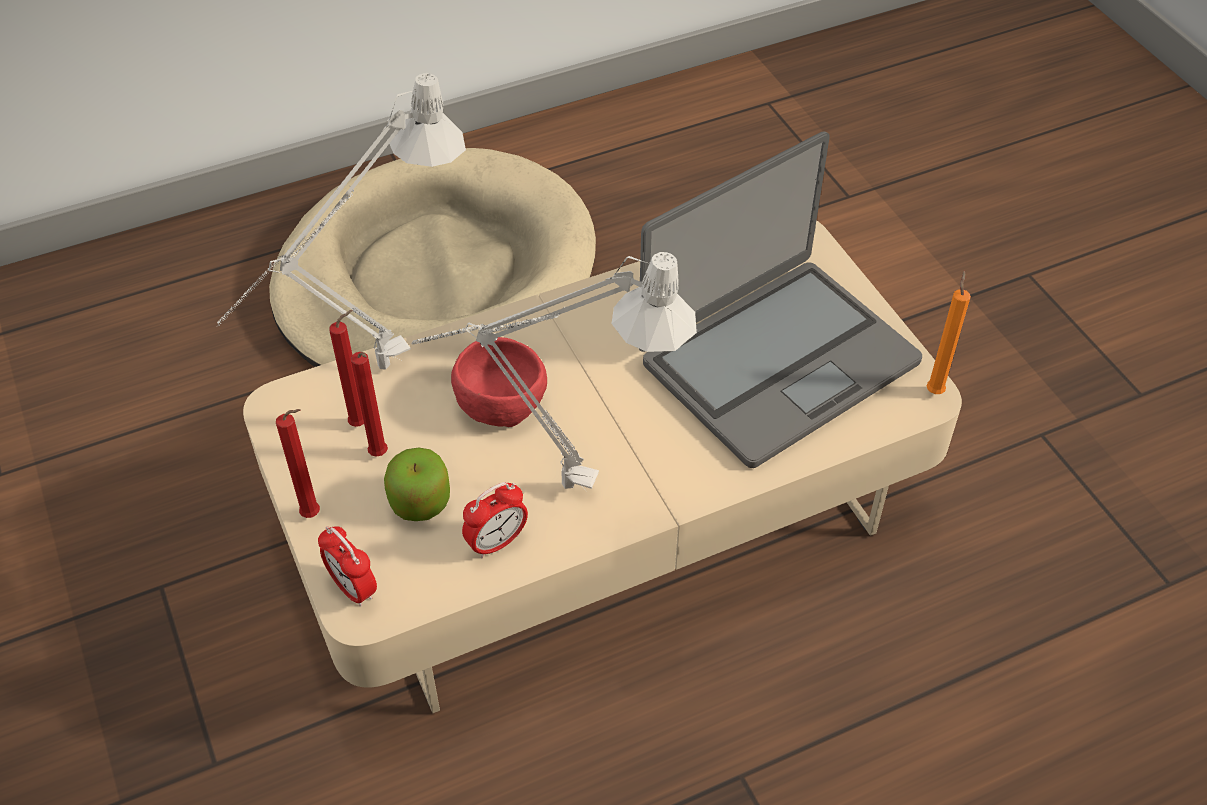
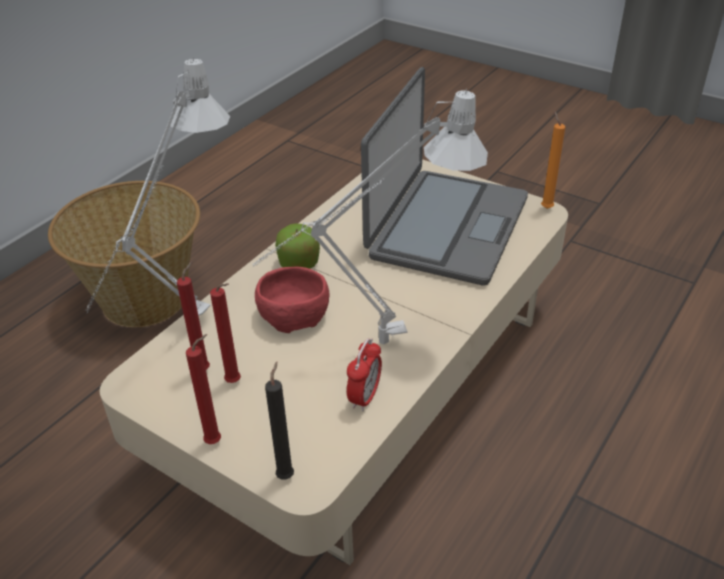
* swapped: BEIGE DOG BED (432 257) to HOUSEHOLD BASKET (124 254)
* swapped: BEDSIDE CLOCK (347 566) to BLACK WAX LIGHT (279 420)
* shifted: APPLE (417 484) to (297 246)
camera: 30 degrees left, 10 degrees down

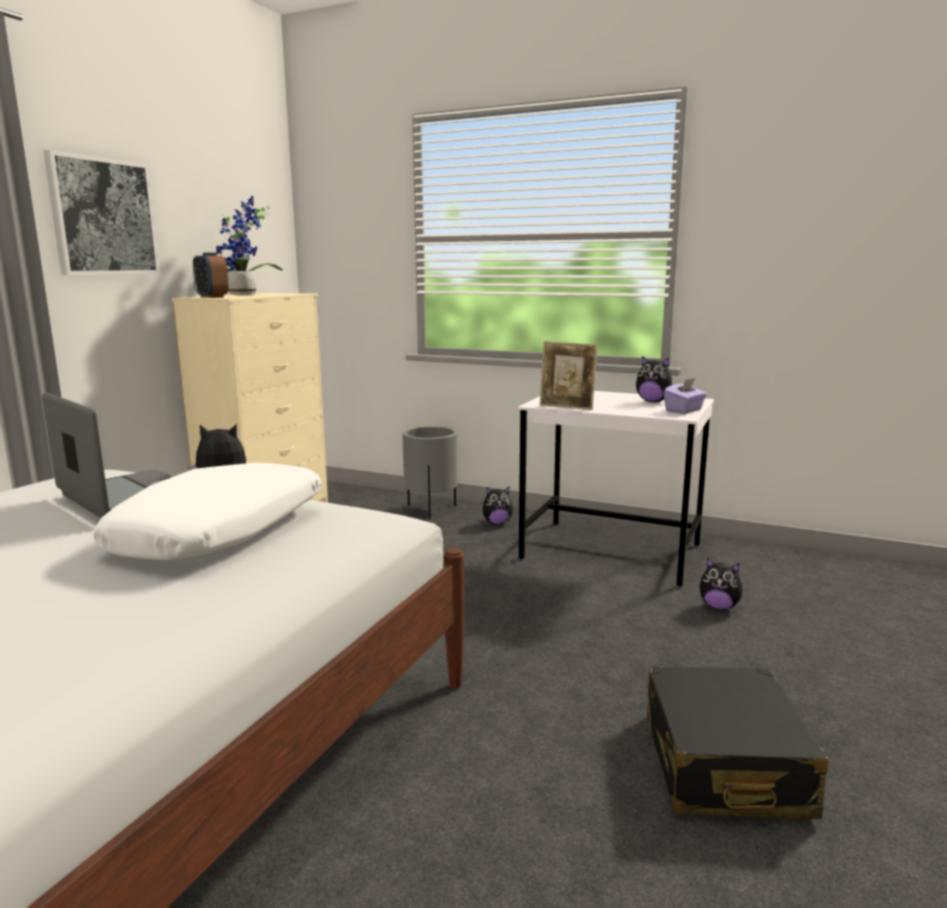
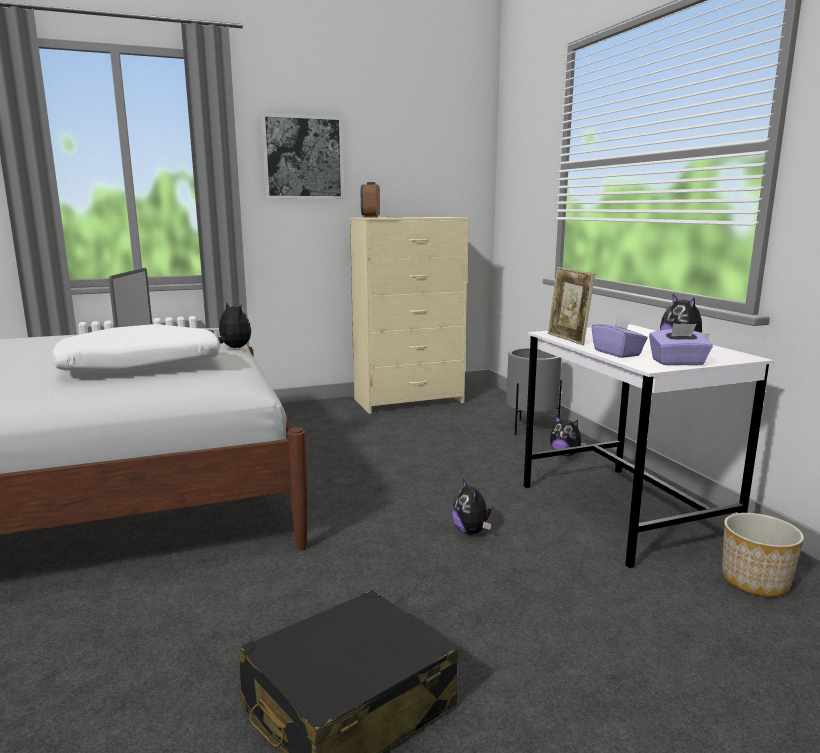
* gone: POTTED PLANT (249 245)
* shifted: SOFT TOY (723 584) to (471 507)
* new: PURPLE TISSUE HOLDER (620 336)
* new: FLOWER POT (763 555)
camera: 45 degrees right, 0 degrees up

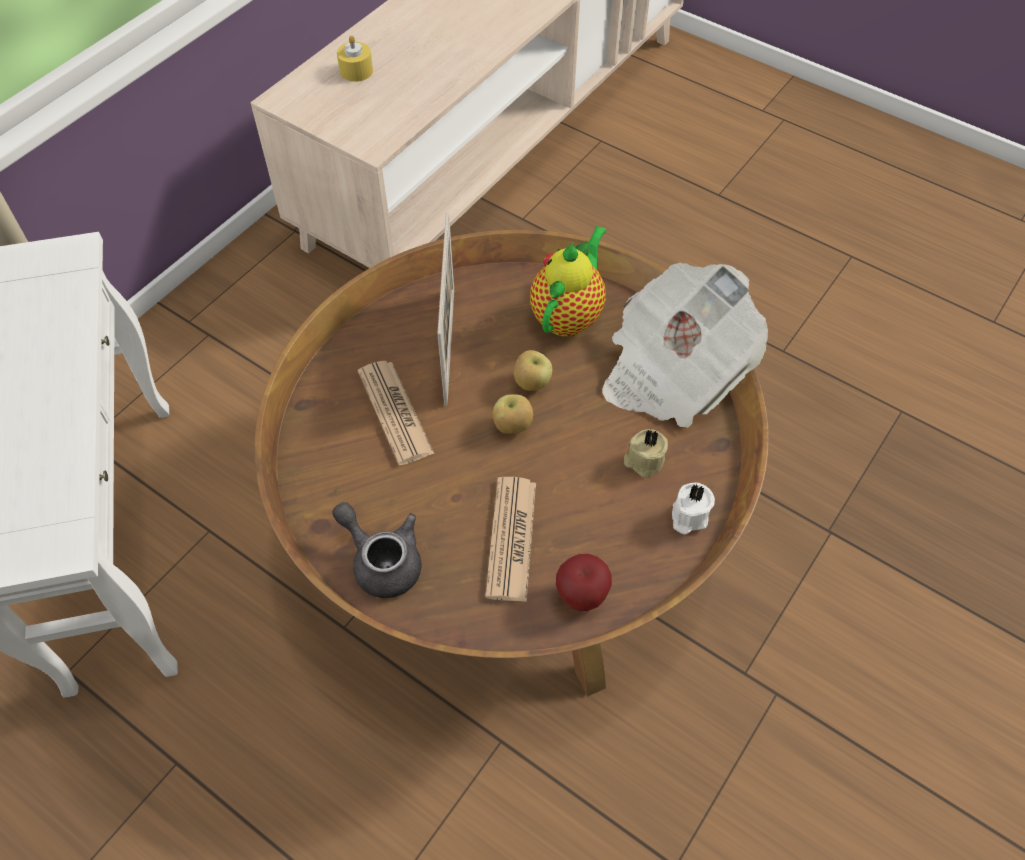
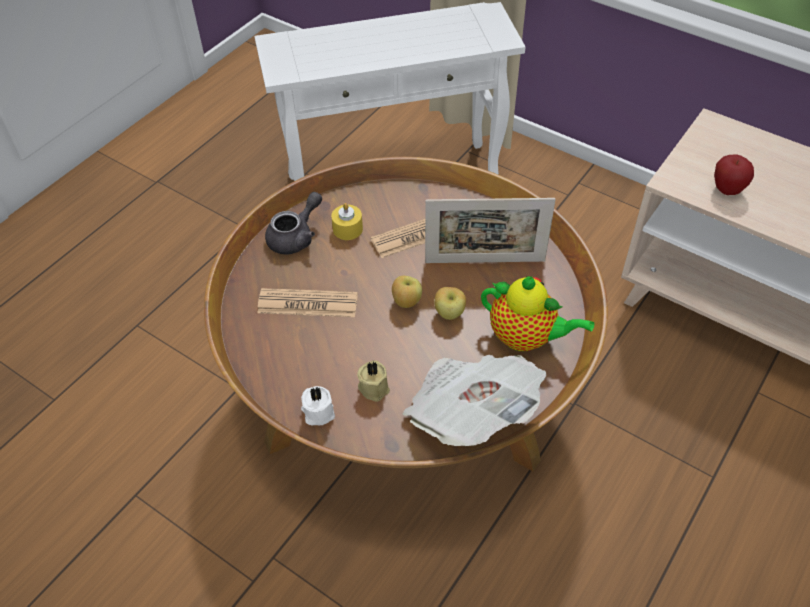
* shifted: YELLOWISH WAX LIGHT (355 58) to (347 221)
* shifted: APPLE (584 582) to (734 175)
camera: 90 degrees right, 5 degrees down

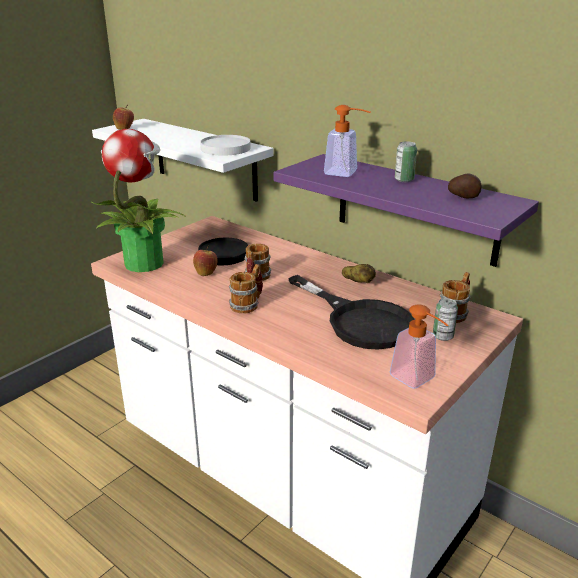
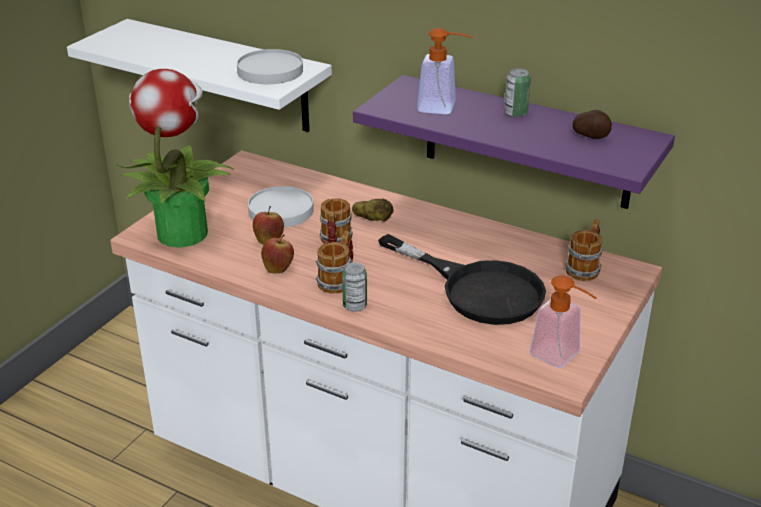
* shifted: APPLE (123 117) to (277 253)
* repainted: BLACK PLATE (223 251) to WHITE PLATE (281 206)
* shifted: SPUD (359 273) to (372 210)
* shifted: METAL CAN (445 319) to (354 287)
camera: 10 degrees left, 5 degrees up

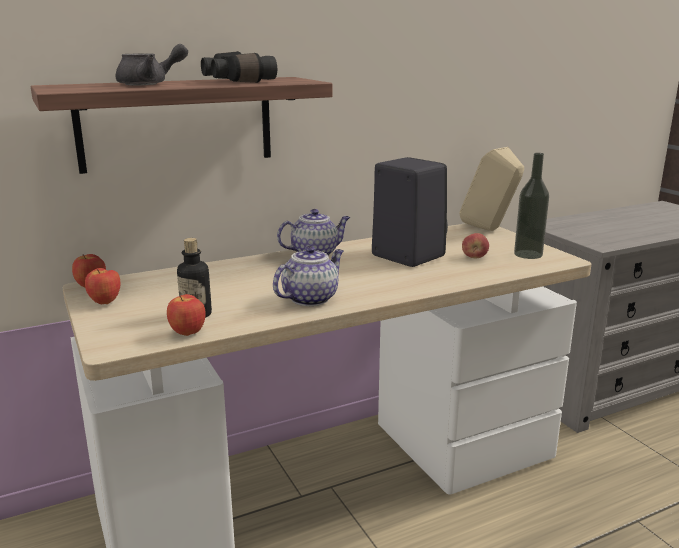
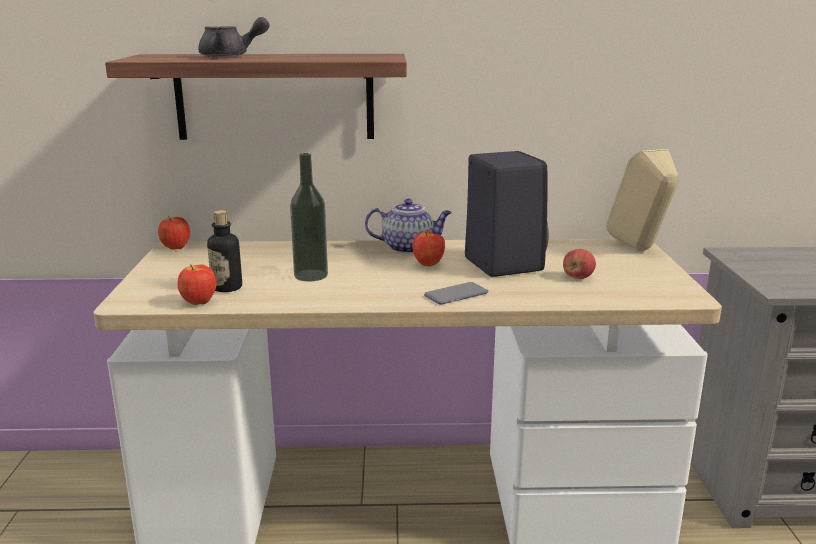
* shifted: APPLE (103 286) to (429 249)
* gone: BLACK BINOCULARS (239 67)
* gone: TEAPOT (308 276)
* shifted: BOTTLE (531 206) to (309 217)
* new: HANDSET (456 293)
camera: 25 degrees right, 0 degrees up

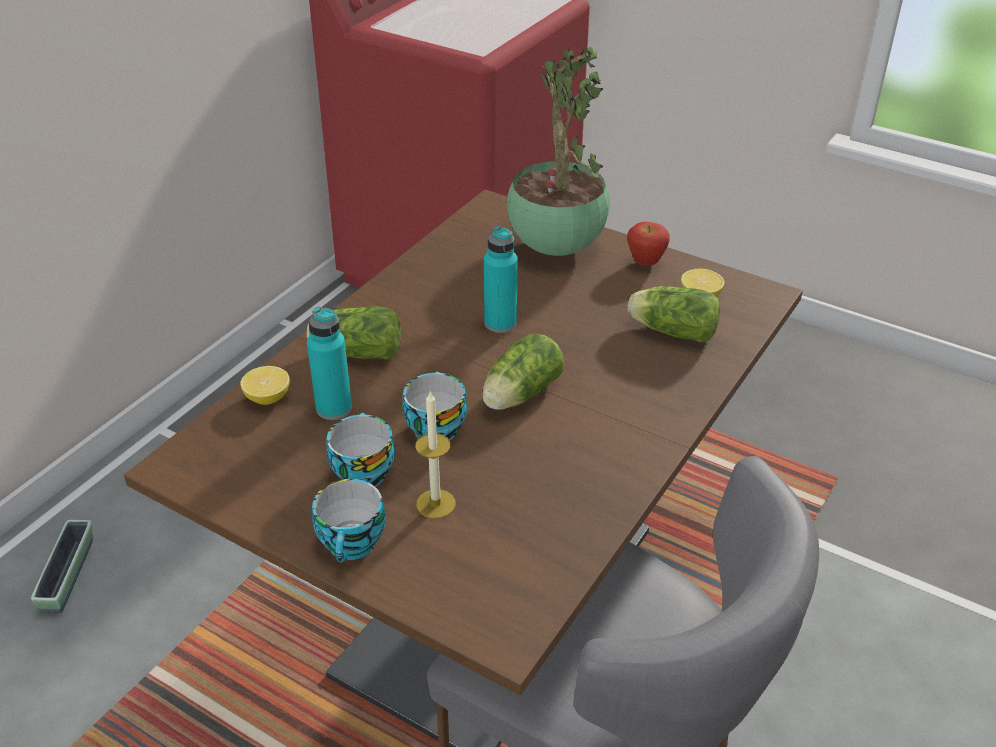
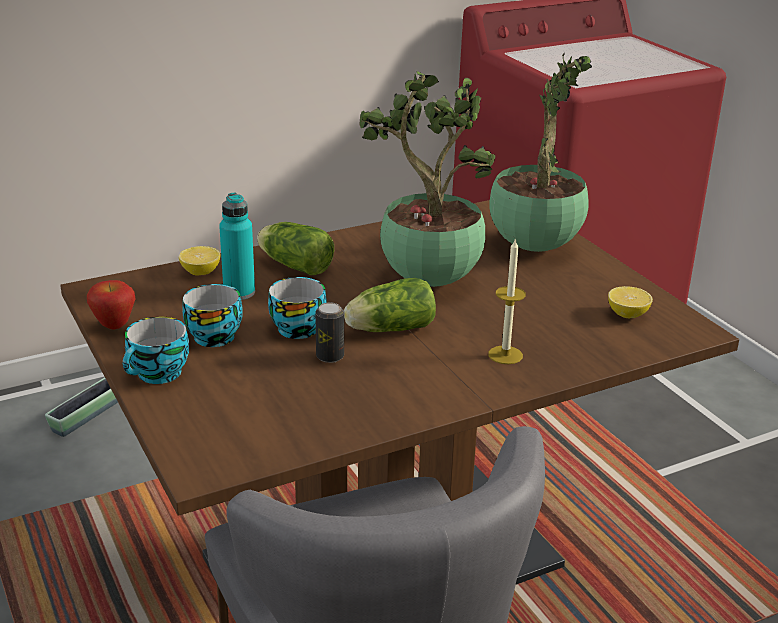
* shifted: WAX LIGHT (435 455) to (507 301)
* swapped: BLUE-GREEN BOTTLE (501 279) to POTTED PLANT (428 179)
* shifted: APPLE (648 244) to (111 304)
* gone: LETTUCE HEAD (674 314)
* new: METAL CAN (329 332)
camera: 30 degrees right, 10 degrees down

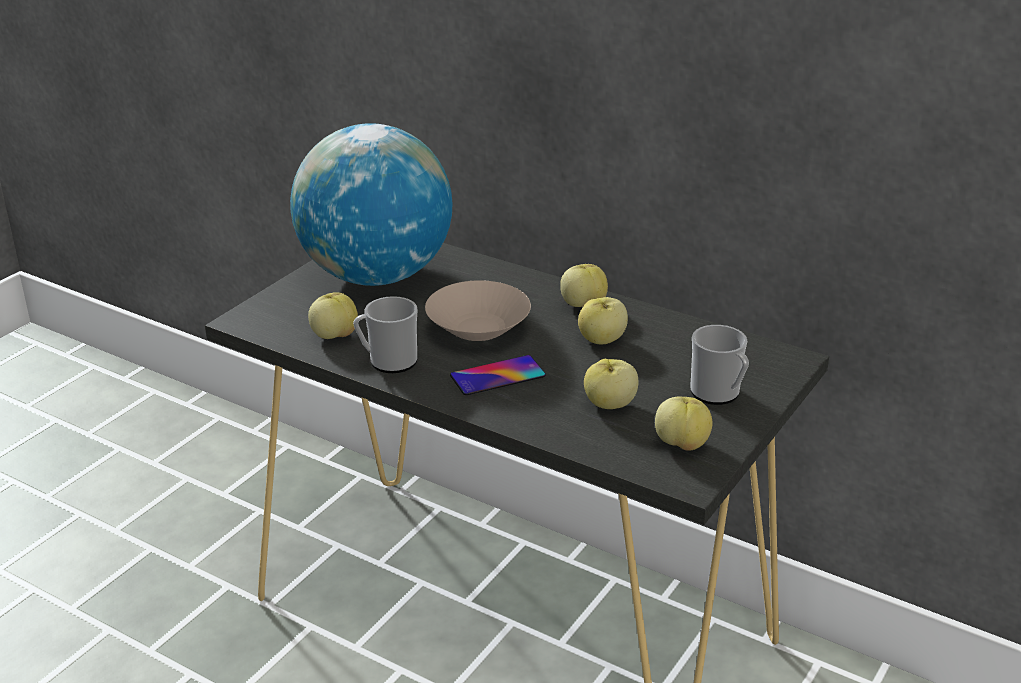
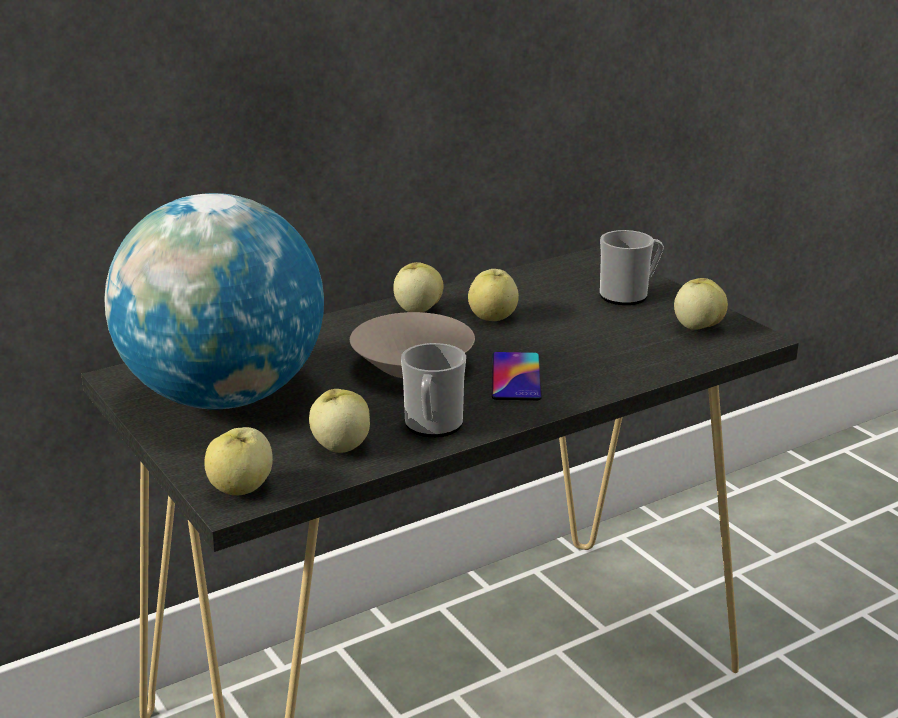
* shifted: APPLE (611 384) to (238 461)
camera: 65 degrees left, 5 degrees down

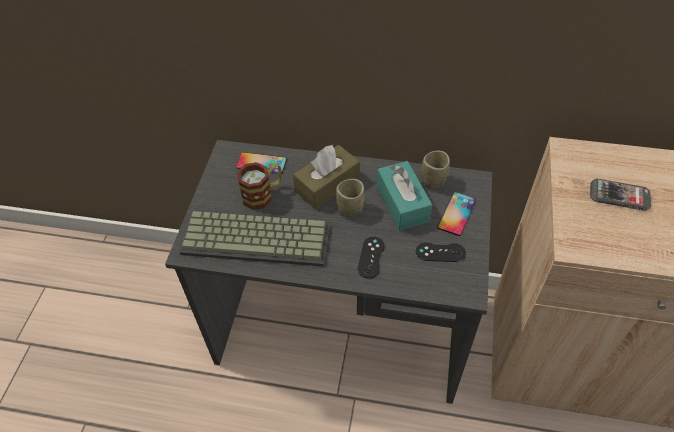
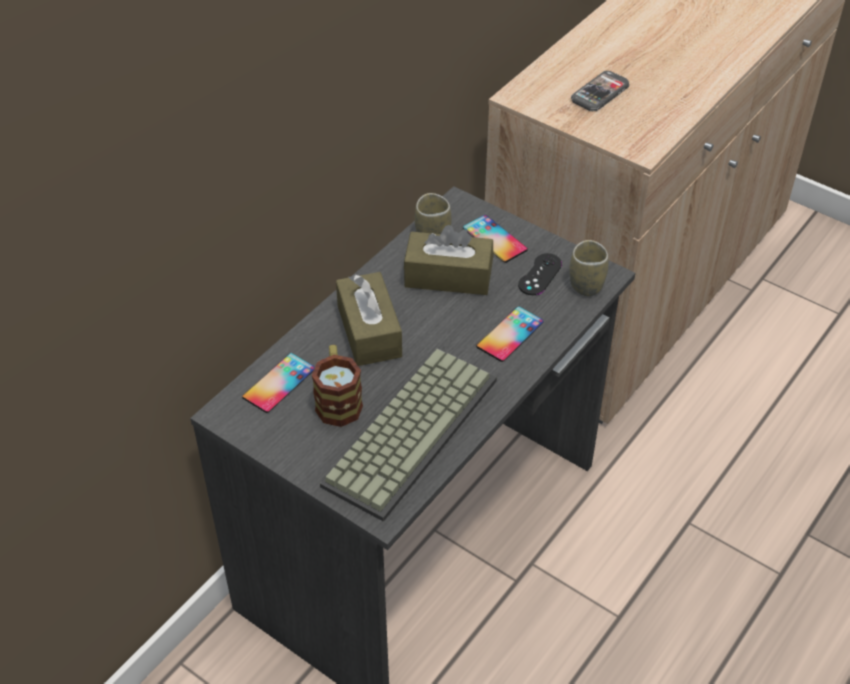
* shifted: CUP (350 198) to (589 268)
* swapped: BLACK JOYPAD (371 258) to HANDSET (510 334)
* repainted: BLUE-GREEN TISSUE HOLDER (404 196) to BROWN TISSUE HOLDER (448 260)
camera: 65 degrees left, 5 degrees down

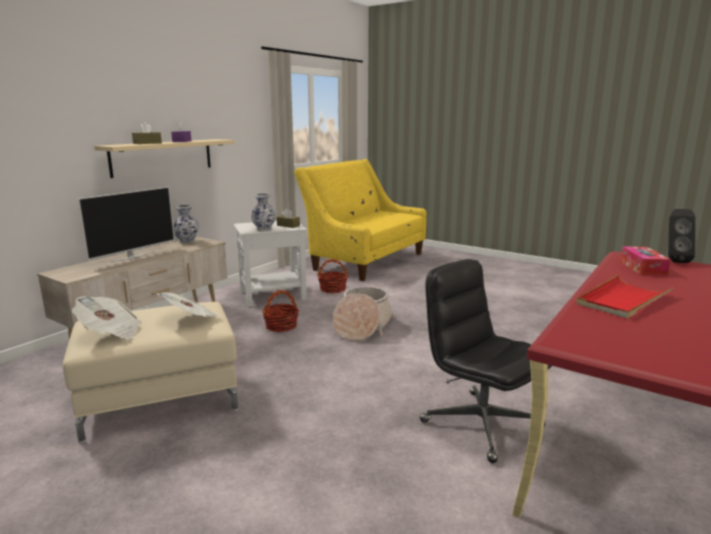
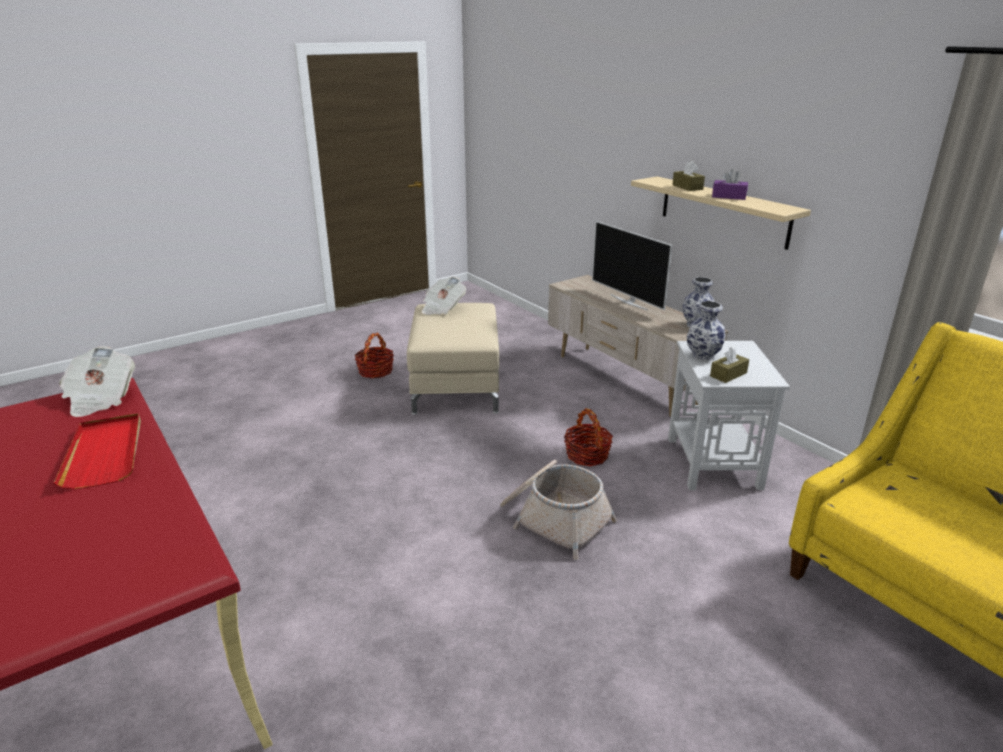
* shifted: NEWSPAPER (188 305) to (97 381)
* shifted: HOUSEHOLD BASKET (332 276) to (374 355)
* gone: BLACK OFFICE CHAIR (486 361)
* gone: TISSUE HOLDER (646 261)
* gone: BLACK AUDIO SPEAKER (681 236)
camera: 110 degrees right, 10 degrees up

